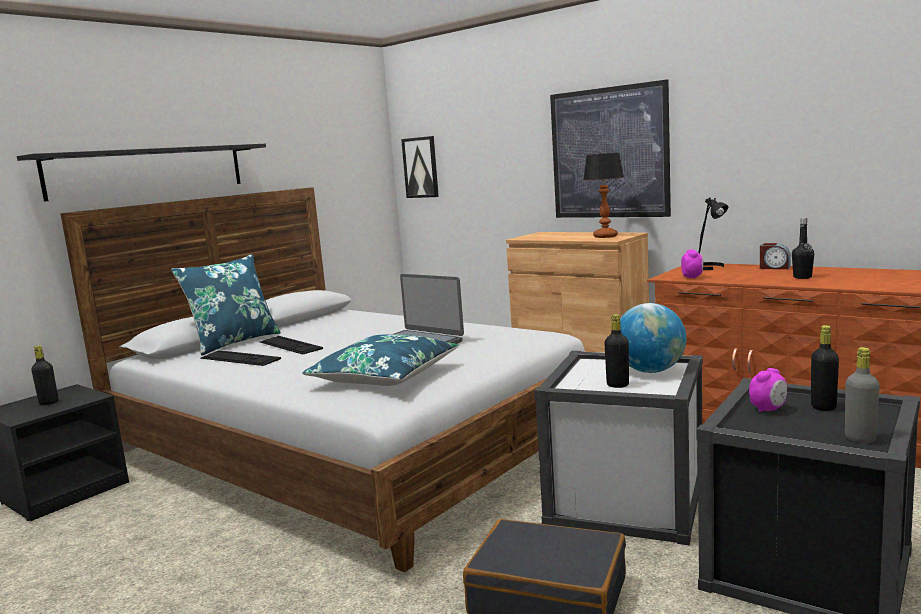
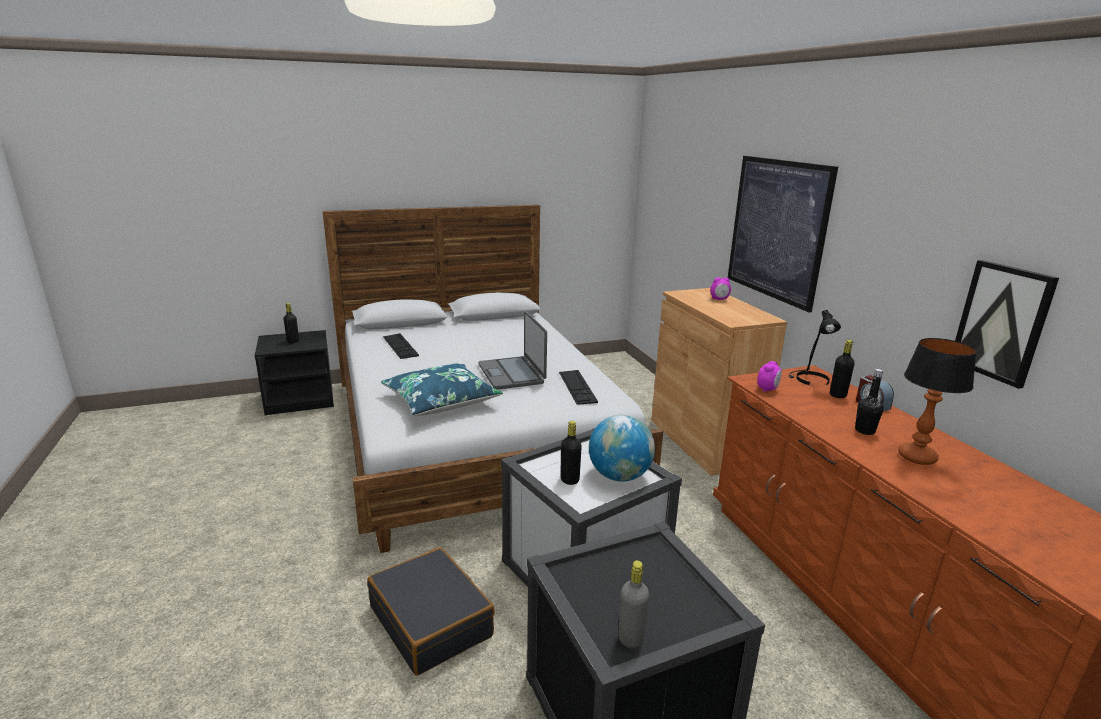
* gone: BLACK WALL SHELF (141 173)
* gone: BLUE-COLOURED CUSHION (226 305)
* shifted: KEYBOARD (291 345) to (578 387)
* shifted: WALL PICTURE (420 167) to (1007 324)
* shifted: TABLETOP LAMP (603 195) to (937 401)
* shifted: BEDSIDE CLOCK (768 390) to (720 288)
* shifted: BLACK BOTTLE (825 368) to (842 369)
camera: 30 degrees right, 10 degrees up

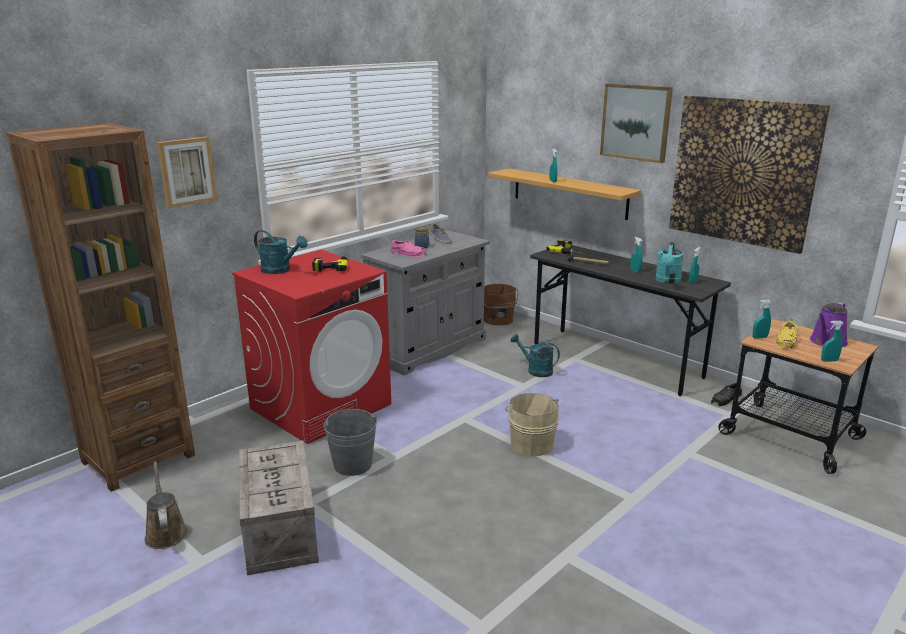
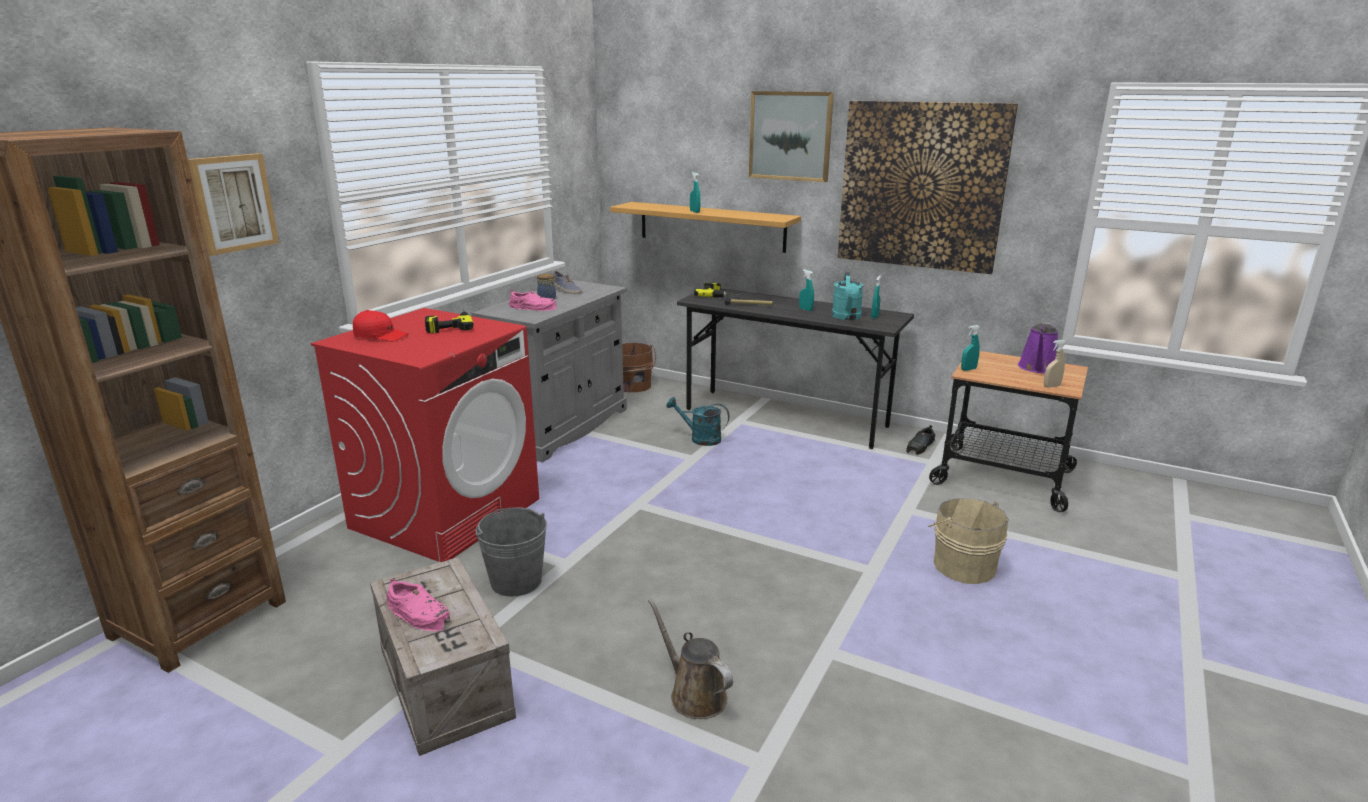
* shifted: BROWN SPRINKLING CAN (166 505) to (690 659)
* swapped: BLUE-GREEN SPRINKLING CAN (281 252) to RED-COLOURED PEAKED CAP (381 325)
* shifted: BEIGE BUCKET (532 424) to (968 541)
* gone: YELLOWISH ITEM OF FOOTWEAR (787 334)
* repainted: BLUE-GREEN HAND SPRAYER (832 341) to BEIGE HAND SPRAYER (1055 364)
* new: PINK ITEM OF FOOTWEAR (418 604)
camera: 15 degrees left, 0 degrees up

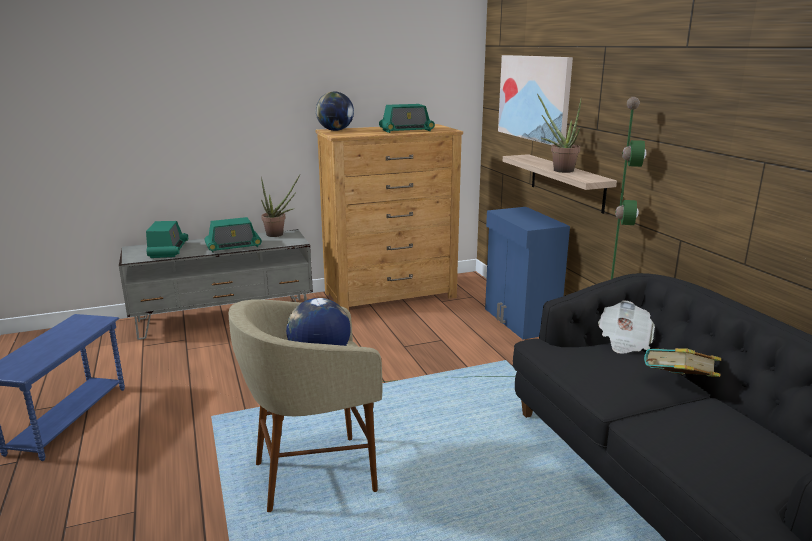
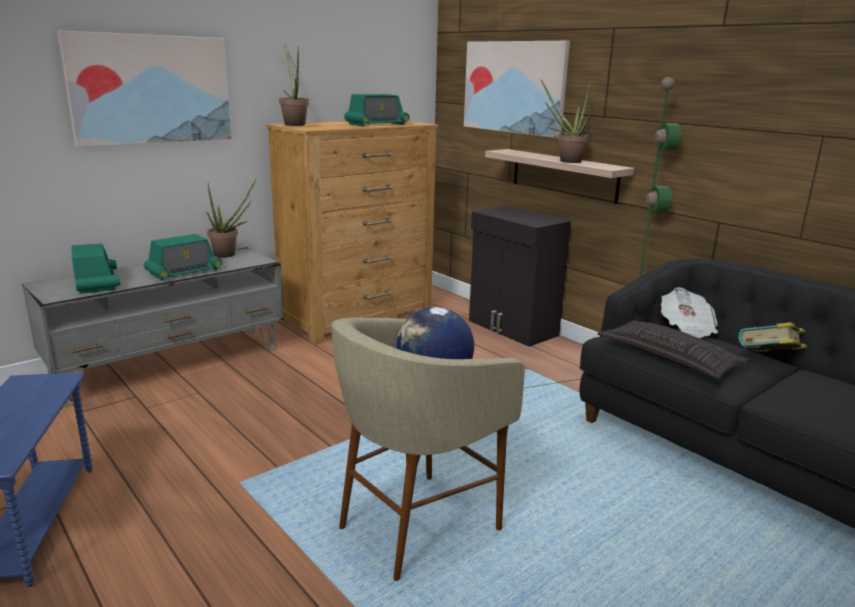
* swapped: WORLD GLOBE (335 111) to POTTED PLANT (294 85)
* repainted: BLUE-COLOURED CABINET (527 273) to BLACK CABINET (520 276)
* new: WALL PICTURE (144 88)
* new: CUSHION (674 350)
camera: 20 degrees left, 0 degrees up

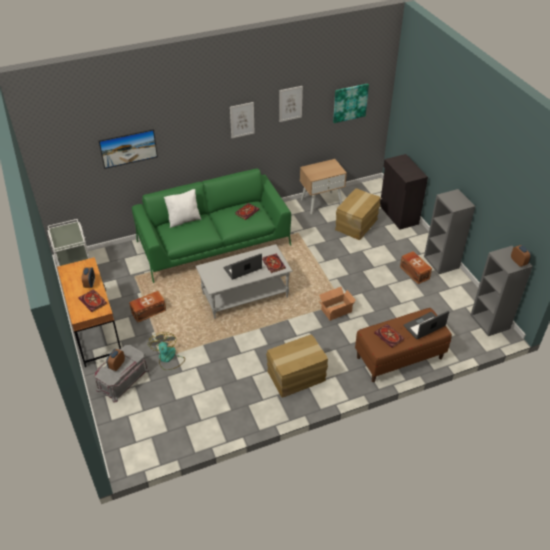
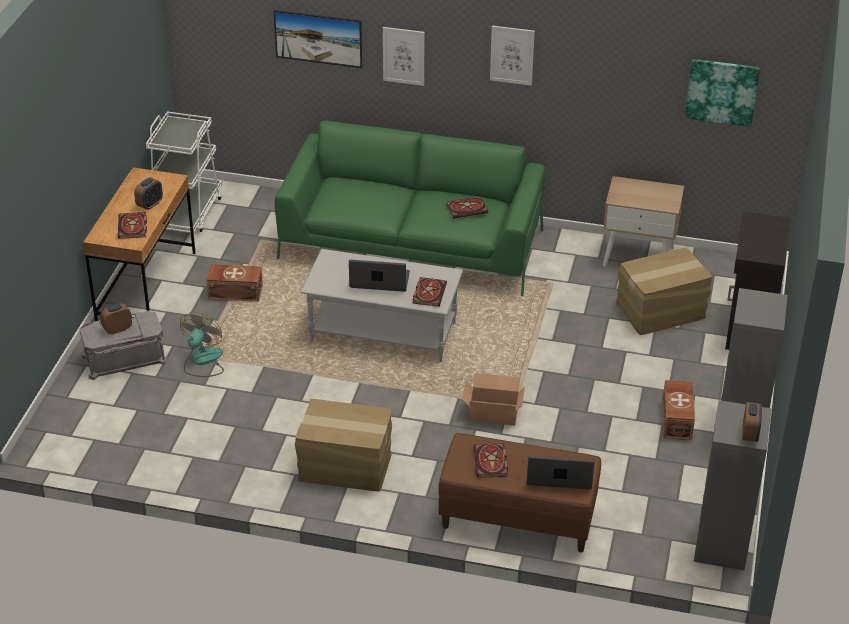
* gone: WHITE CUSHION (182 208)
* shifted: WALL PICTURE (291 104) to (404 56)
camera: 35 degrees right, 5 degrees down

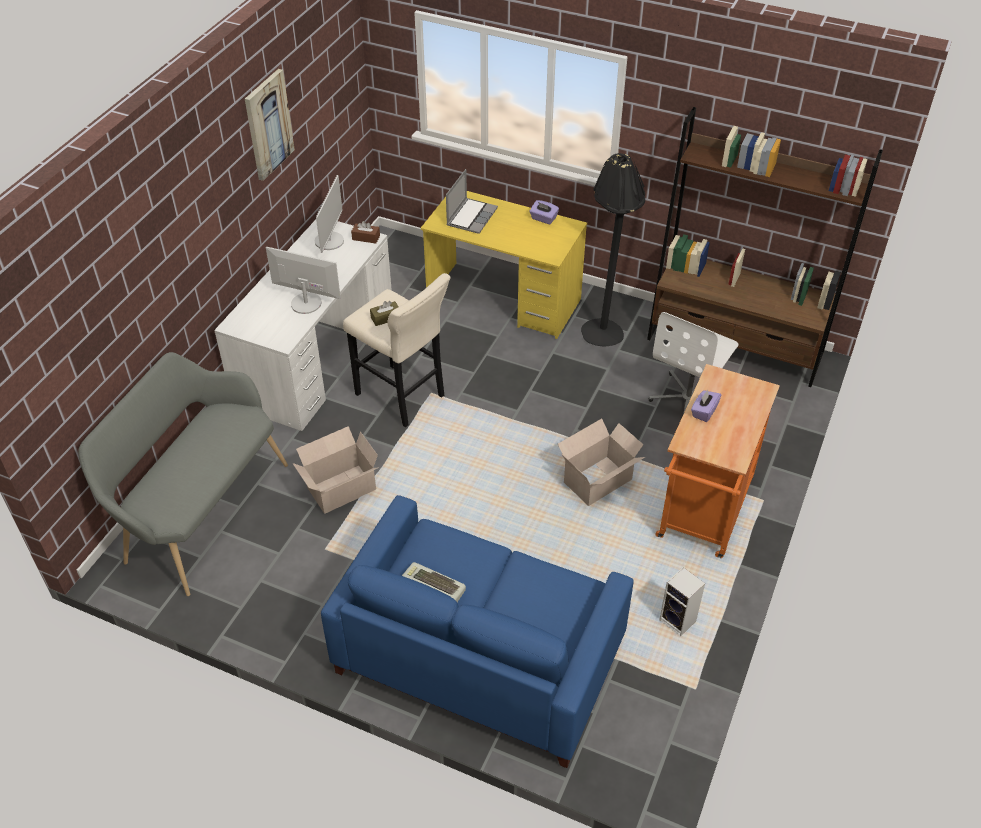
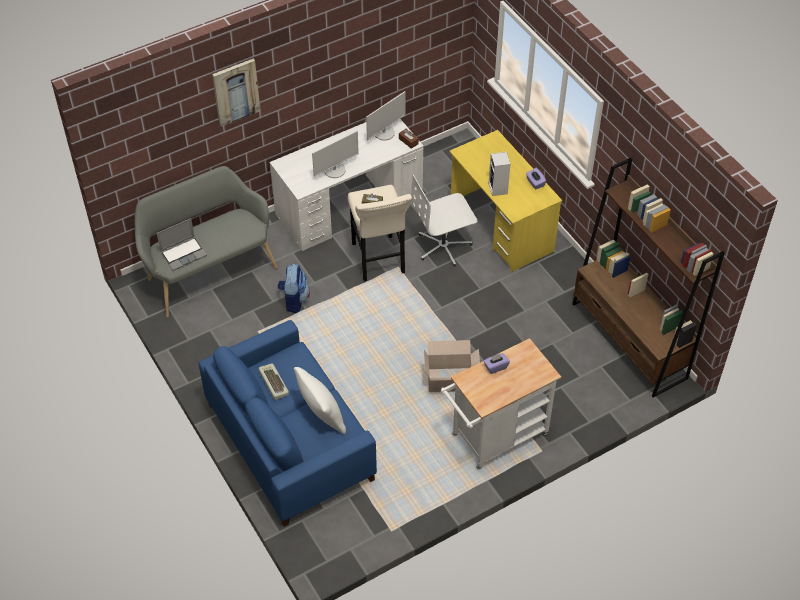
* shifted: WALL PICTURE (270 125) to (236 93)
* rotated: COMPUTER SCREEN (303 280) = (335 154) 90 degrees clockwise
* swapped: PACKING BOX (336 470) to BACKPACK (294 288)
* shifted: NOTEBOOK COMPUTER (472 201) to (182 244)
* gone: BLACK STANDARD LAMP (613 250)
* shifted: WHITE OFFICE CHAIR (694 363) to (444 220)
* repainted: ORANGE-COLOURED WHEELED CART (717 461) to WHITE WHEELED CART (501 404)
* shifted: AUDIO SPEAKER (682 601) to (499 174)
* new: WHITE CUSHION (320 400)
camera: 35 degrees right, 5 degrees up

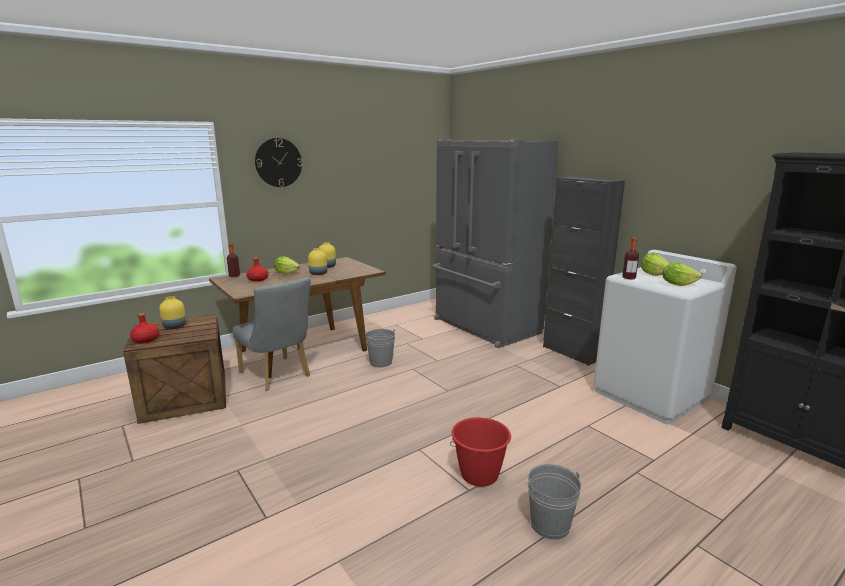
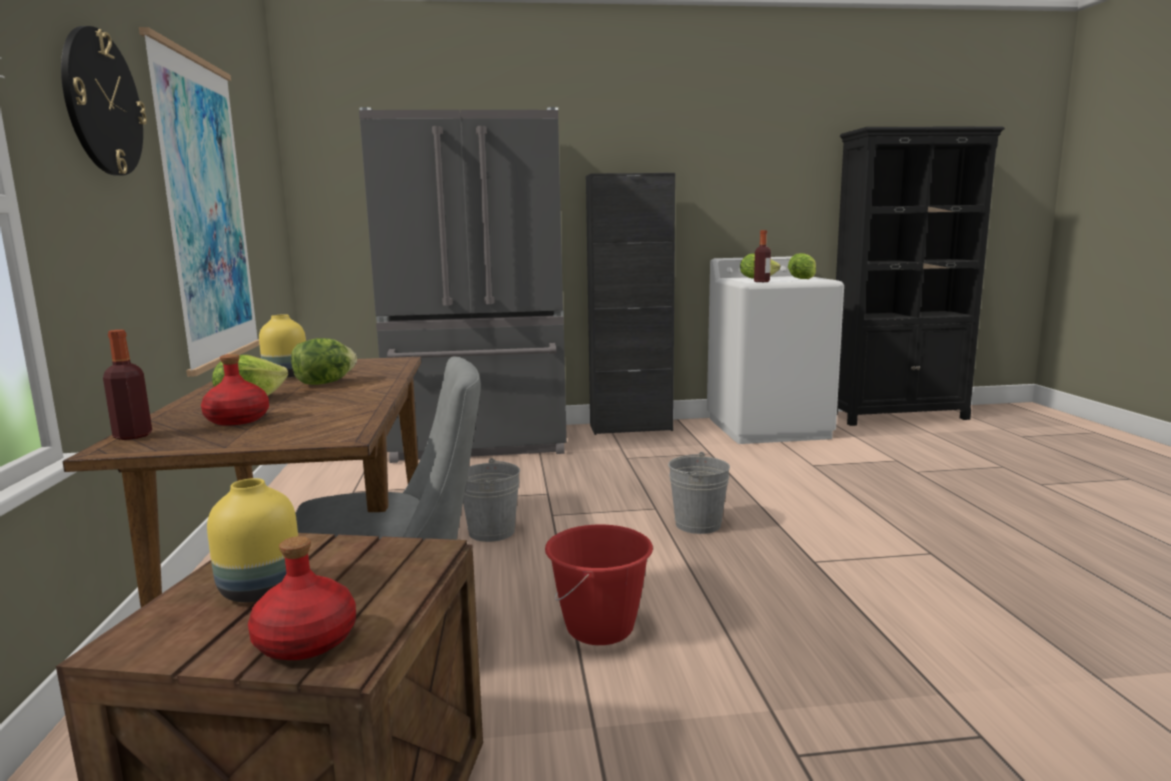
* swapped: YELLOWISH VASE (317 261) to LETTUCE HEAD (324 361)
* shifted: RED-COLOURED BUCKET (480 452) to (599 585)
* shifted: GRAY BUCKET (553 502) to (699 493)
* new: WALL PICTURE (199 202)
camera: 60 degrees left, 5 degrees down

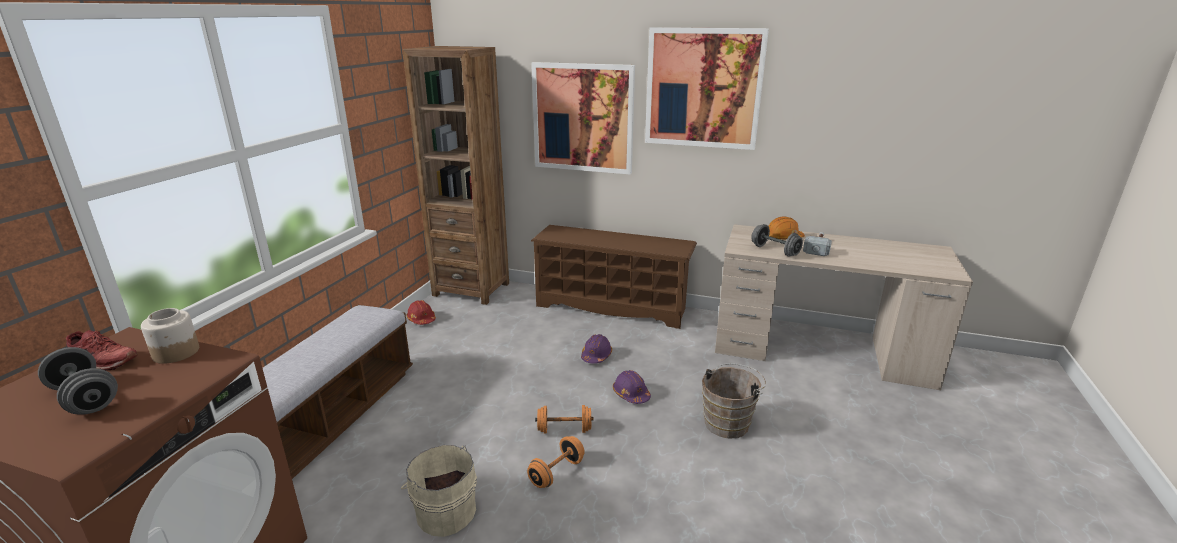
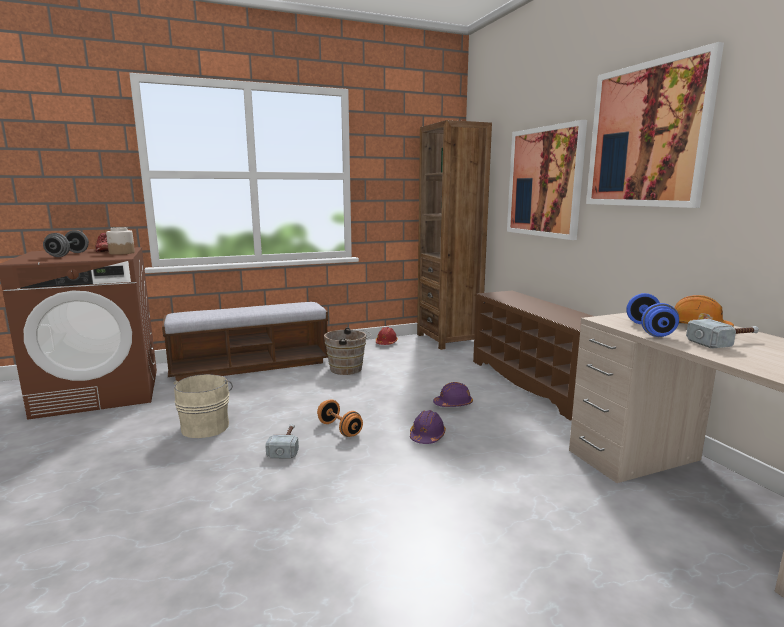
* swapped: ORANGE-COLOURED HAND WEIGHT (556 462) to TOOL HAMMER (282 441)
* shifted: BROWN BUCKET (734 400) to (347 351)
* repainted: GRAY HAND WEIGHT (777 240) to BLUE-COLOURED HAND WEIGHT (652 315)
camera: 50 degrees right, 10 degrees down

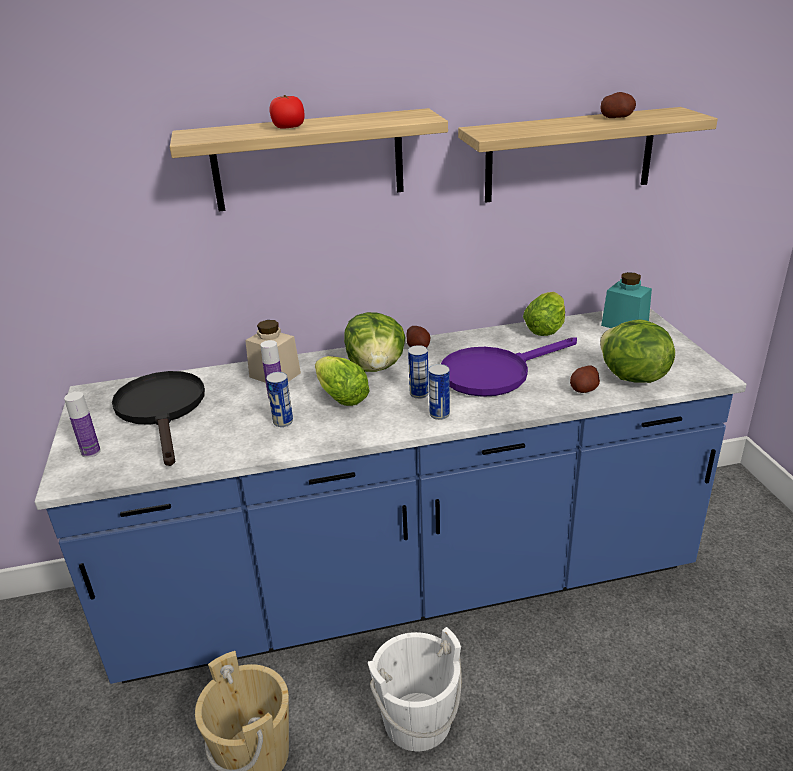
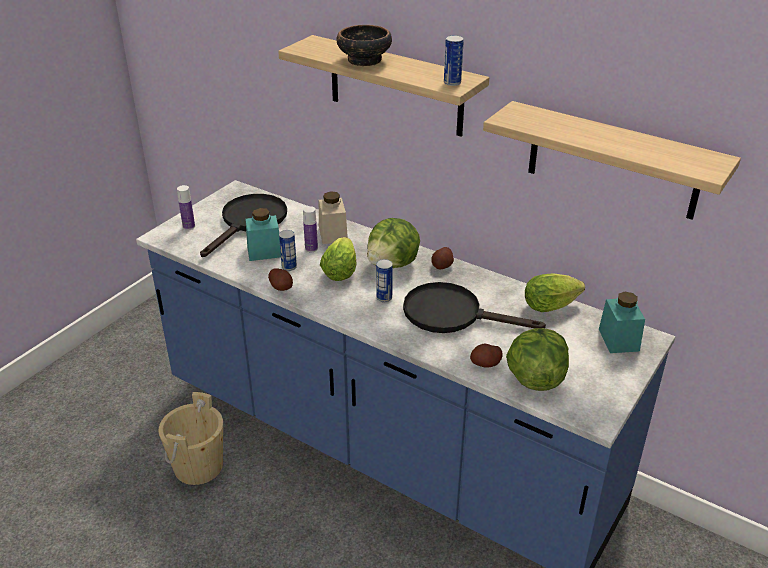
* swapped: WHOLE TOMATO (287 112) to DEEP DISH (364 45)
* gone: WHITE BUCKET (415 689)
* shifted: METAL CAN (439 392) to (454 60)
* repainted: PURPLE FRYING PAN (509 367) to BLACK FRYING PAN (474 307)
* shifted: SPUD (618 105) to (280 279)
* new: BLUE-GREEN JAR (263 234)
camera: 45 degrees right, 5 degrees up

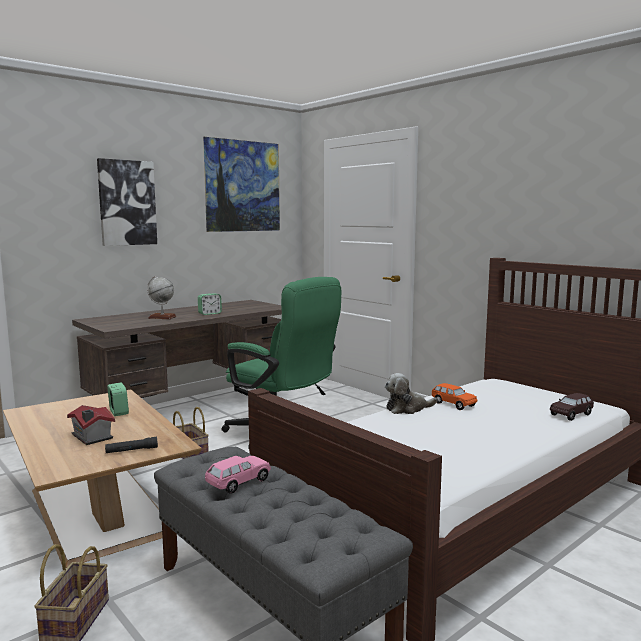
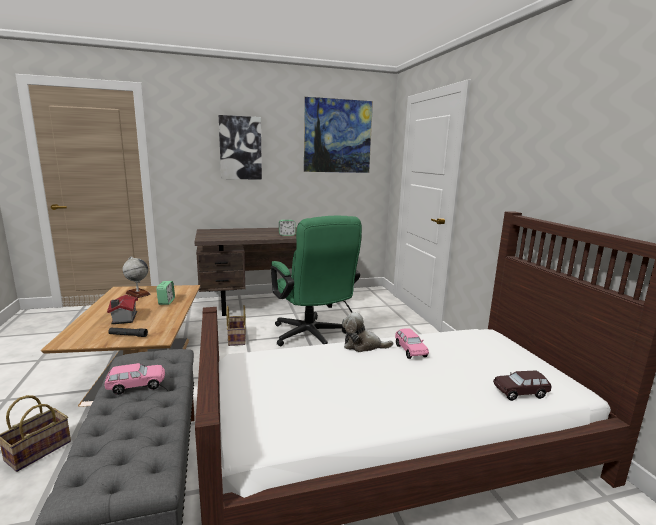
* shifted: WORLD GLOBE (162 297) to (136 277)
* repainted: ORANGE-COLOURED TOY CAR (454 396) to PINK TOY CAR (412 343)
camera: 25 degrees right, 5 degrees up

